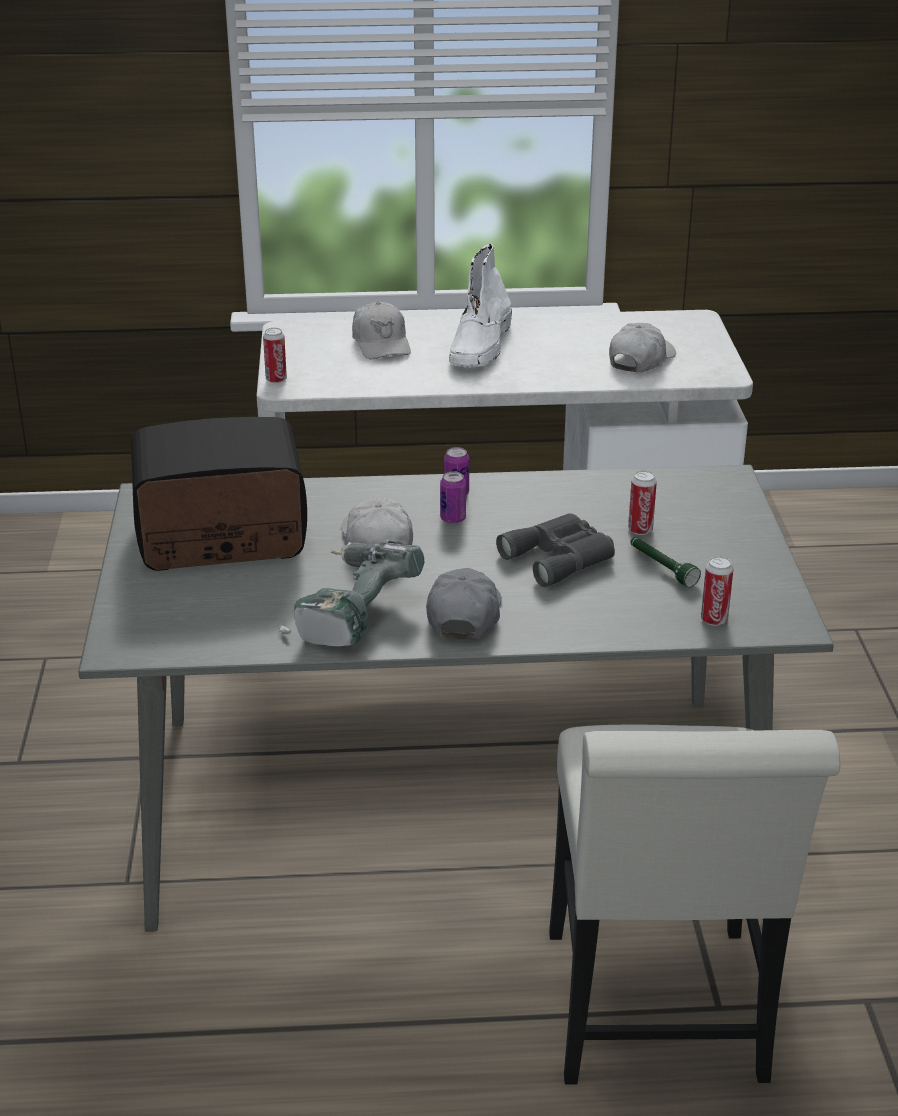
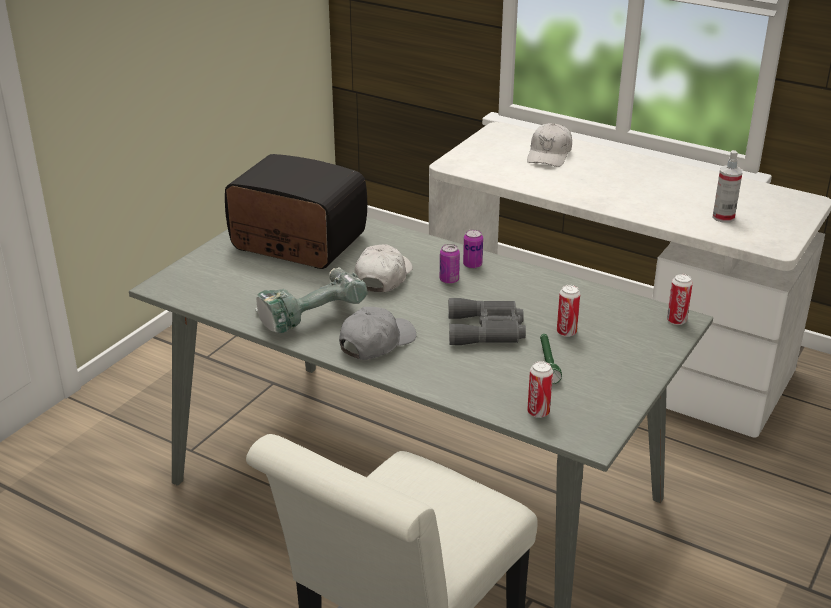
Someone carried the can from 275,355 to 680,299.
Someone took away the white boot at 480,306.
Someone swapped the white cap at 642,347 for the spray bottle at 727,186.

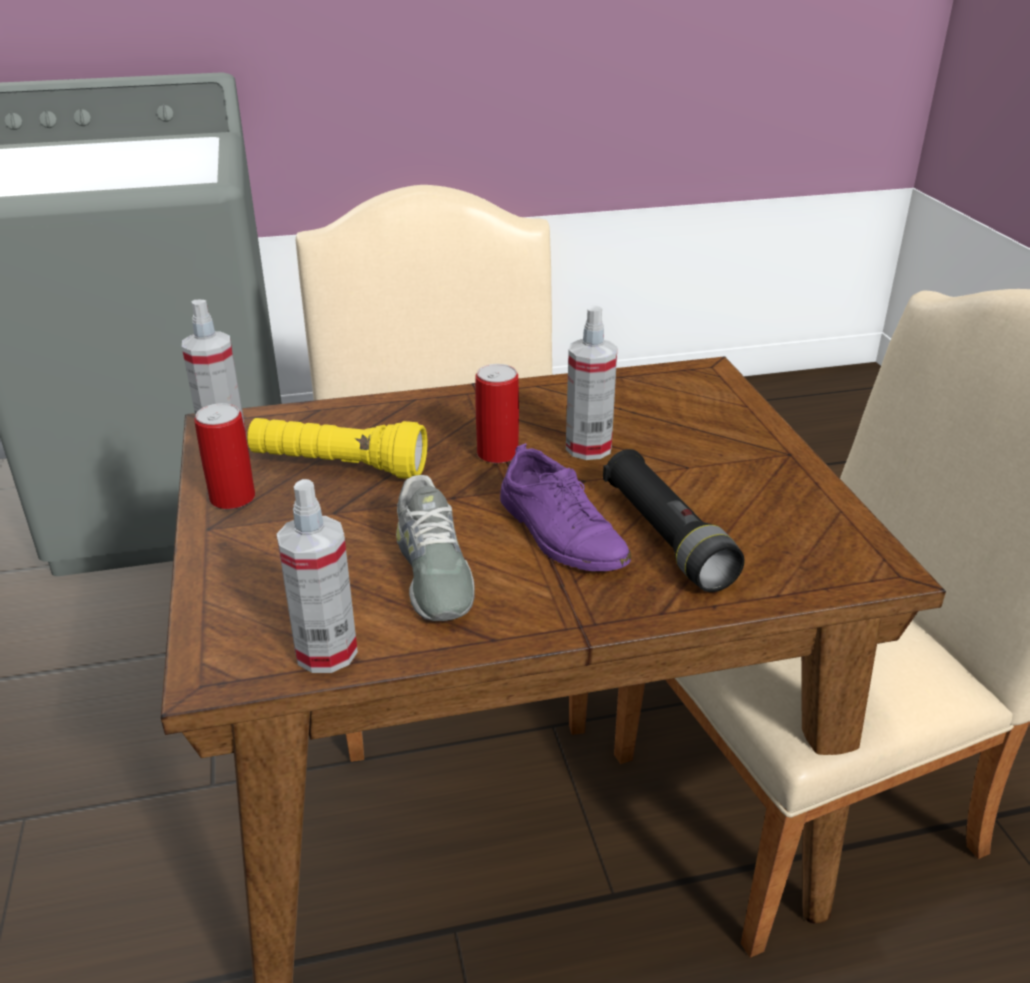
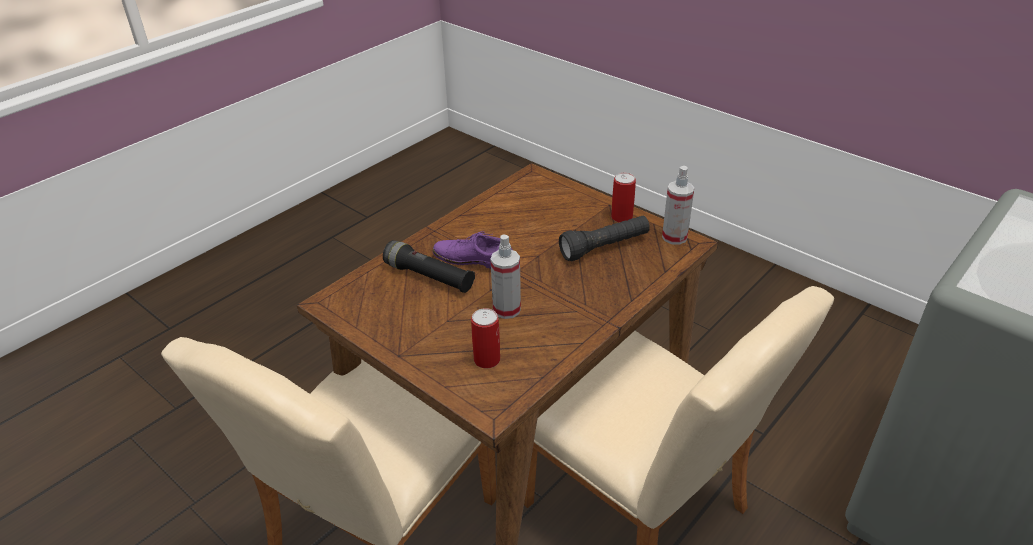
Someone repainted the yellow flashlight at 337,448, which became the black flashlight at 604,238.
Someone took away the spray bottle at 317,576.
Someone took away the grey shoe at 435,548.
Someone carried the can from 497,413 to 485,338.

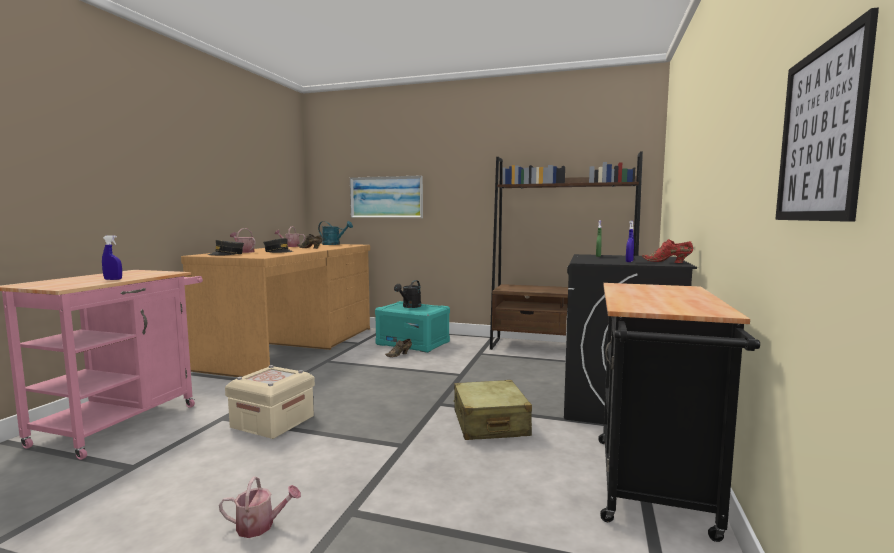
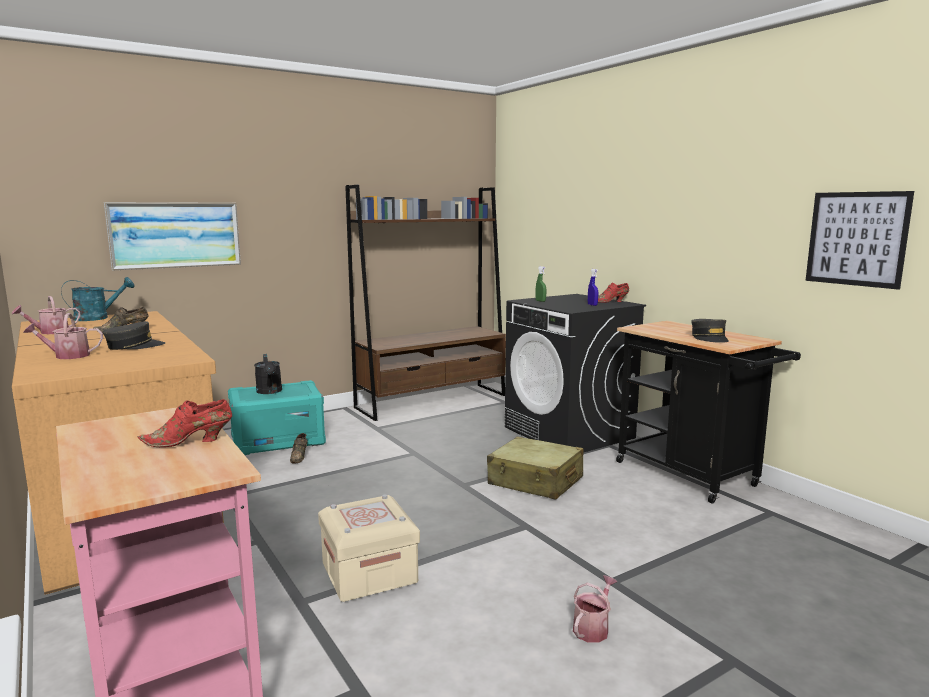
Someone swapped the blue spray bottle at 112,257 for the red shoe at 185,423.
Someone carried the grey cap from 226,247 to 710,331.

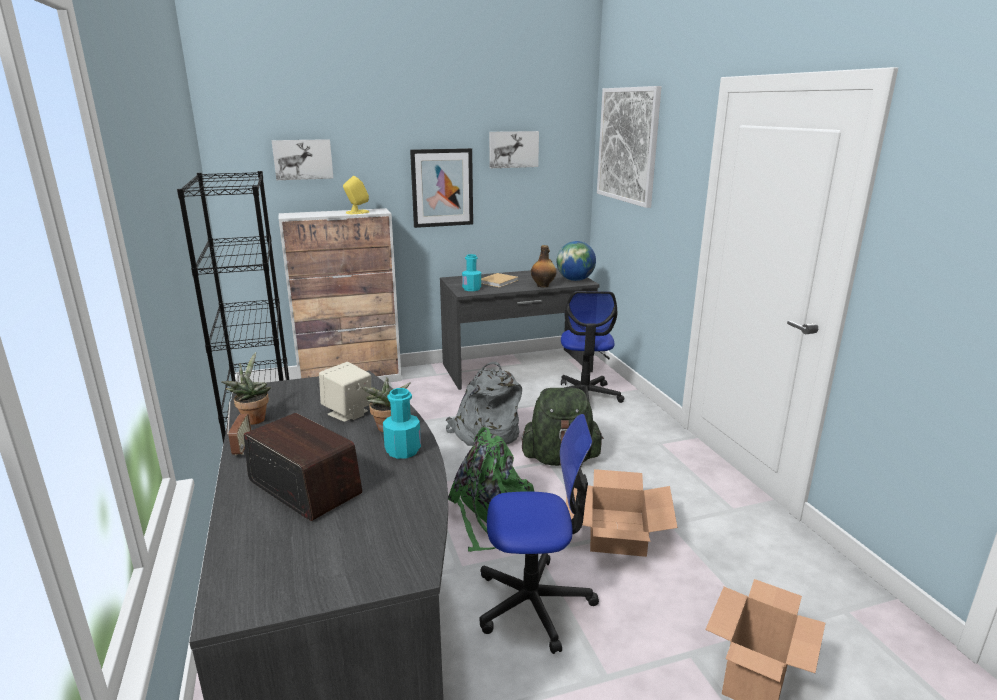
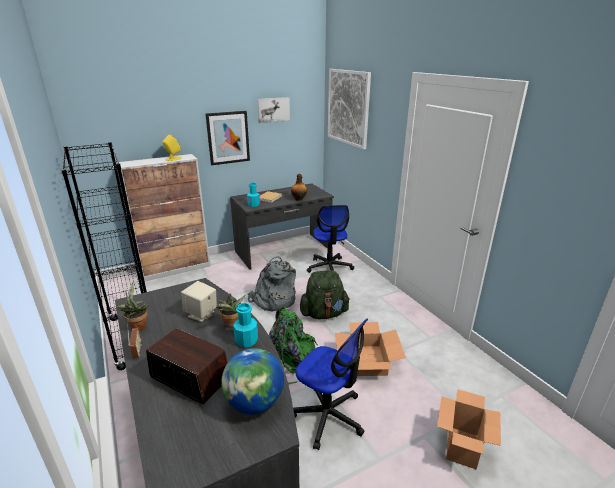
Someone took away the picture at 303,159.
Someone rotated the office chair at 539,534 by 45 degrees clockwise.
Someone carried the globe from 576,261 to 252,381.

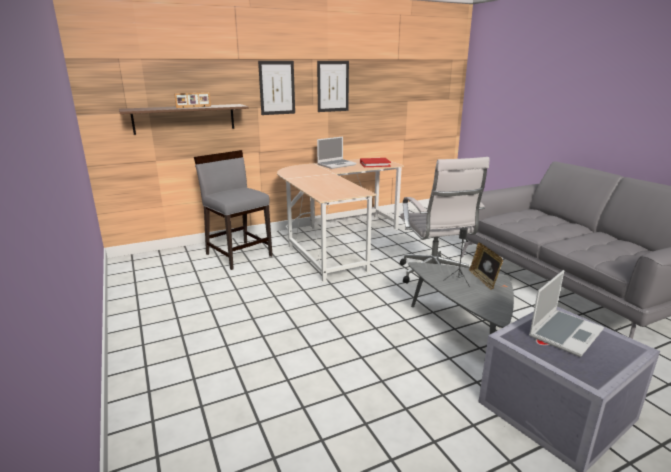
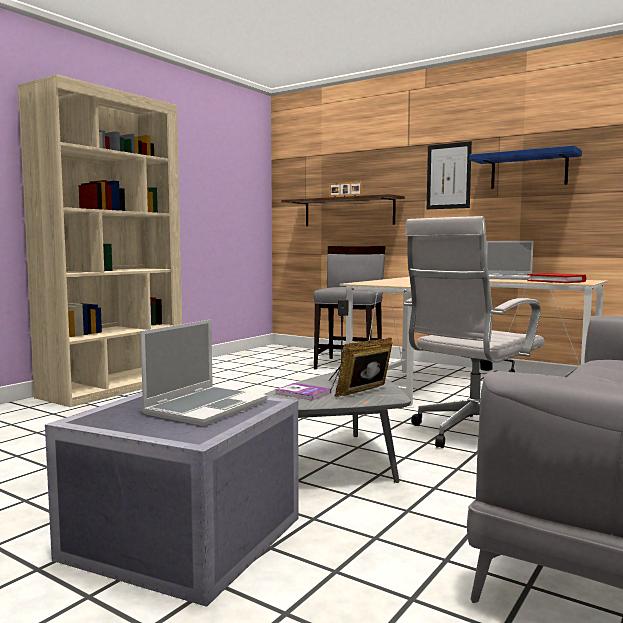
Someone swapped the picture at 333,86 for the blue shelf at 525,167.
Someone rotated the laptop at 566,313 by 75 degrees counterclockwise.
Someone put down the beige bookcase at 100,240.
Someone put down the book at 303,392.

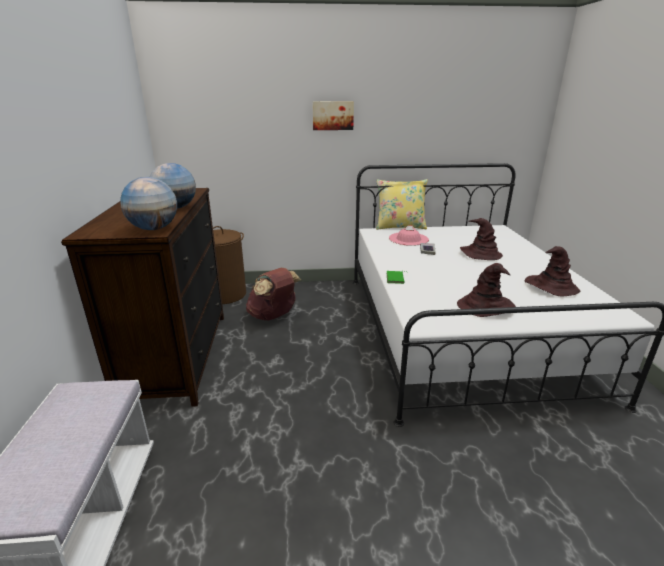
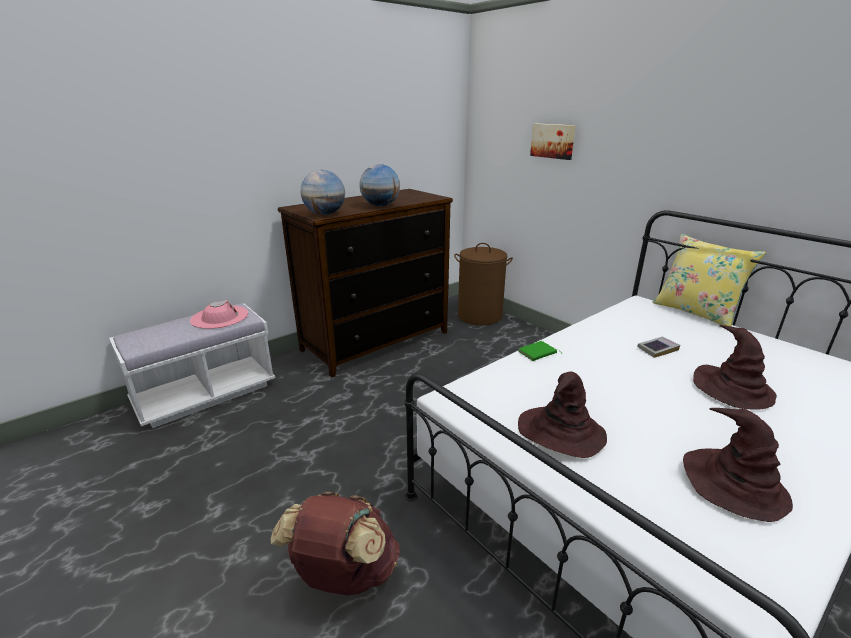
Someone carried the brown backpack from 273,294 to 335,543.
Someone carried the picture from 333,115 to 553,141.
Someone carried the pink hat from 409,235 to 219,314.

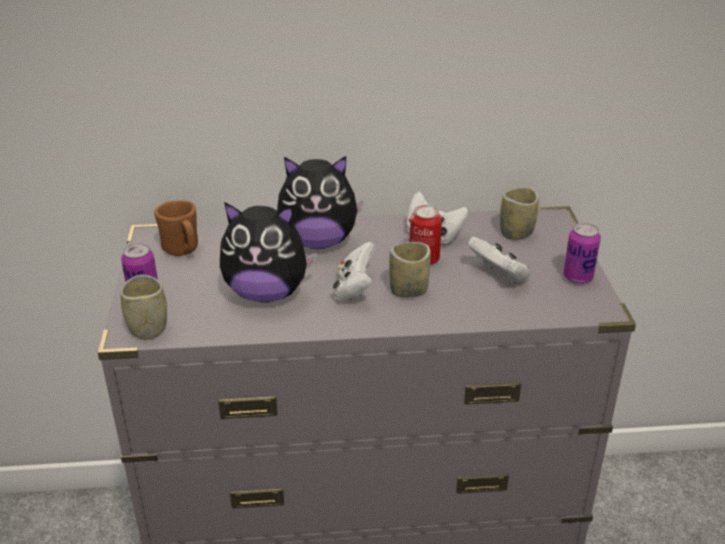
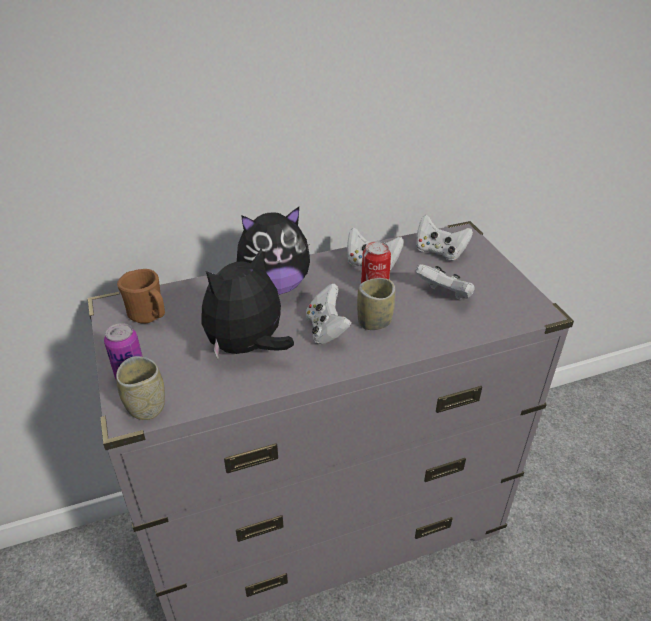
Someone rotated the plush toy at 268,252 by 150 degrees clockwise.
Someone swapped the cup at 519,213 for the white game controller at 444,238.
Someone took away the can at 582,253.

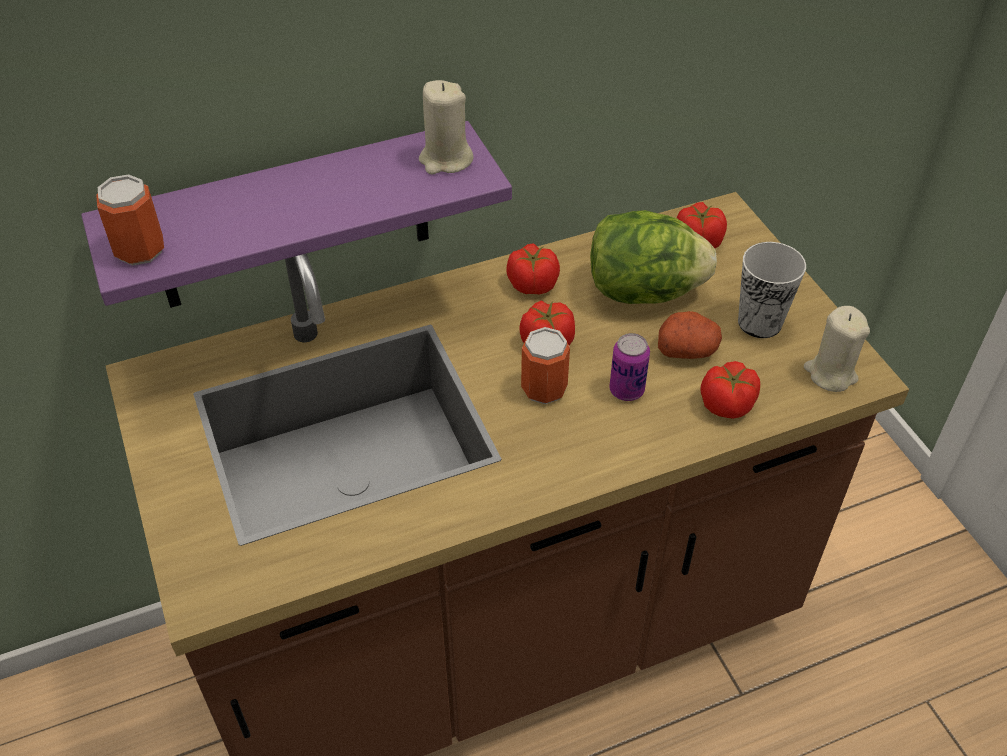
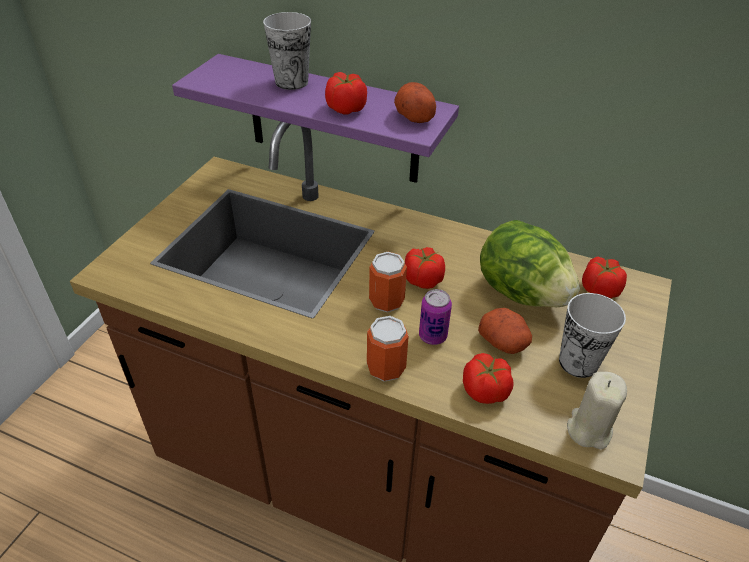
Someone carried the can from 130,220 to 388,349.
Someone swapped the beige candle at 446,127 for the potato at 415,102.
Someone carried the tomato from 533,268 to 346,93.
Someone put down the cup at 287,51.

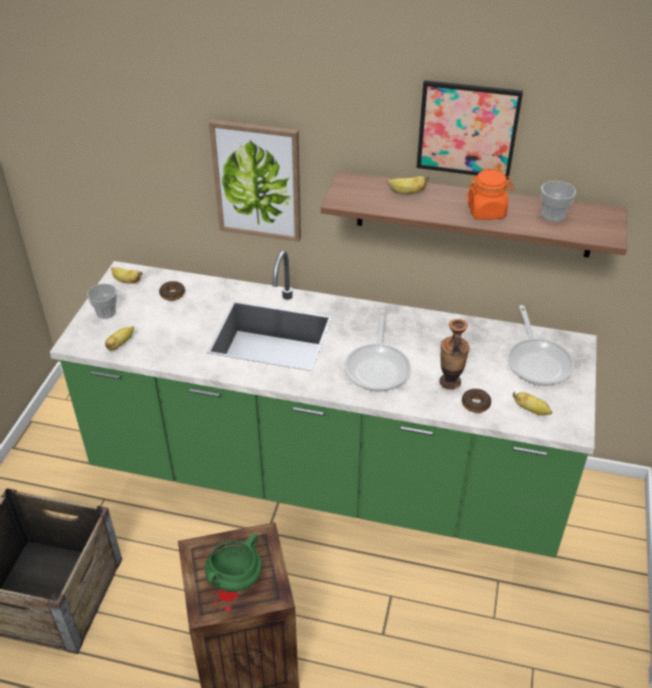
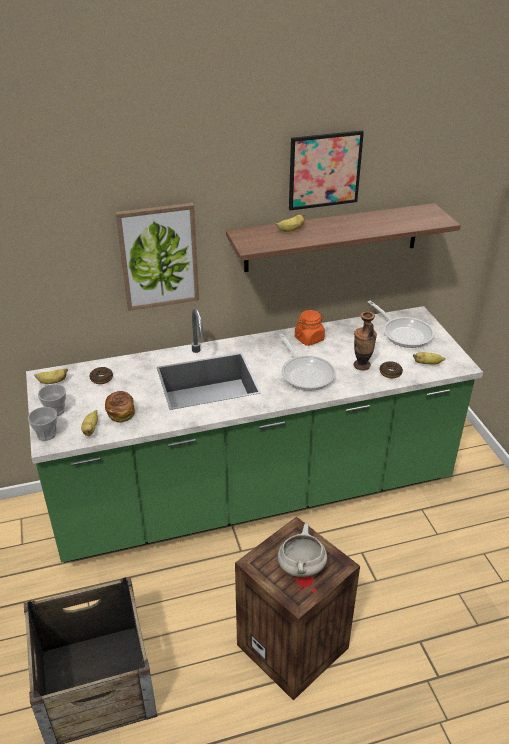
Someone repainted the green cooking pot at 233,563, which became the white cooking pot at 302,550.
Someone carried the orange jar from 490,195 to 310,328.
Someone carried the cup from 558,201 to 42,424.
Someone put down the bread at 120,407.

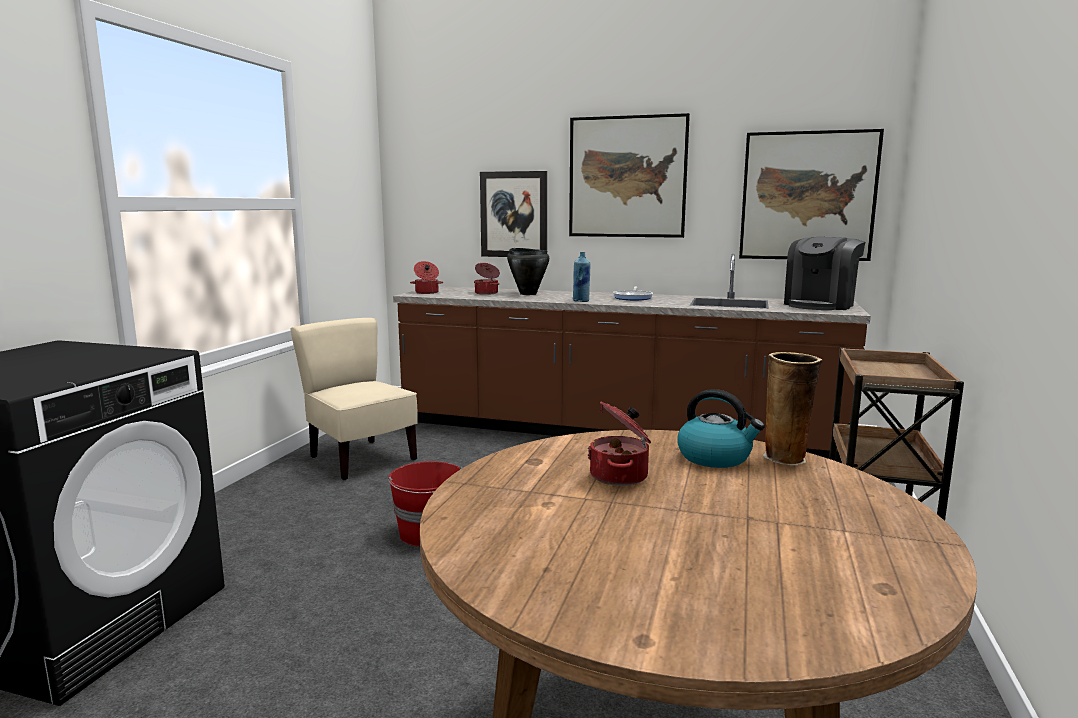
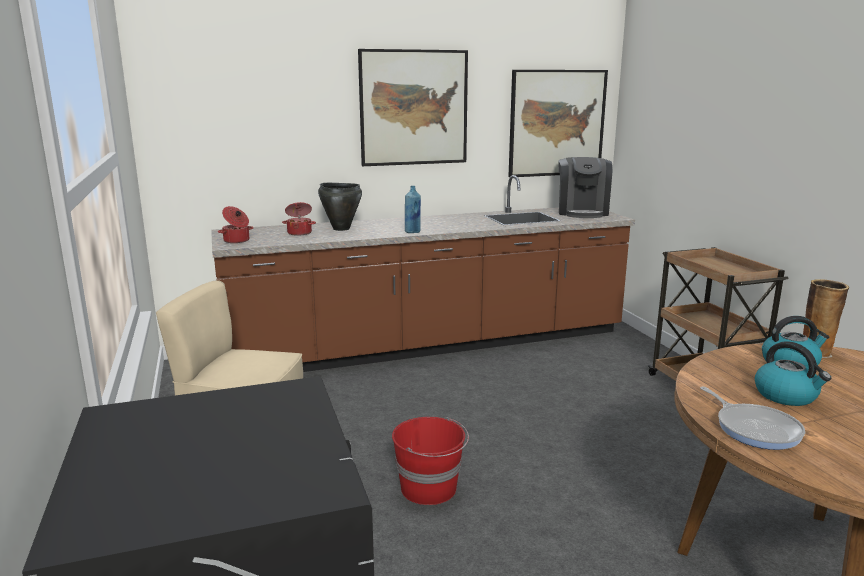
Someone took away the picture at 513,214.
Someone swapped the cooking pot at 619,444 for the kettle at 793,373.
Someone carried the frying pan from 633,293 to 752,418.

